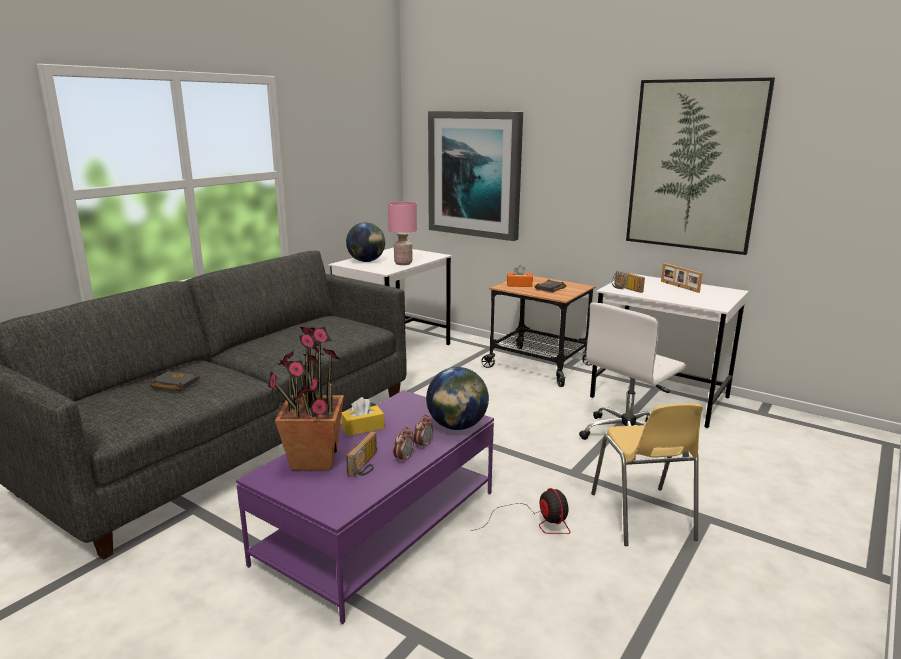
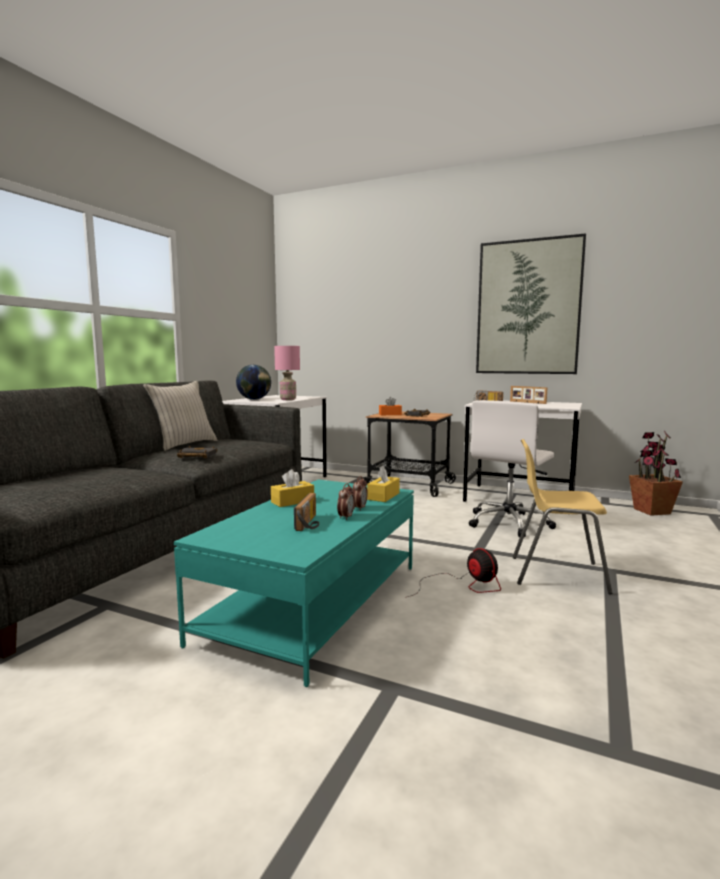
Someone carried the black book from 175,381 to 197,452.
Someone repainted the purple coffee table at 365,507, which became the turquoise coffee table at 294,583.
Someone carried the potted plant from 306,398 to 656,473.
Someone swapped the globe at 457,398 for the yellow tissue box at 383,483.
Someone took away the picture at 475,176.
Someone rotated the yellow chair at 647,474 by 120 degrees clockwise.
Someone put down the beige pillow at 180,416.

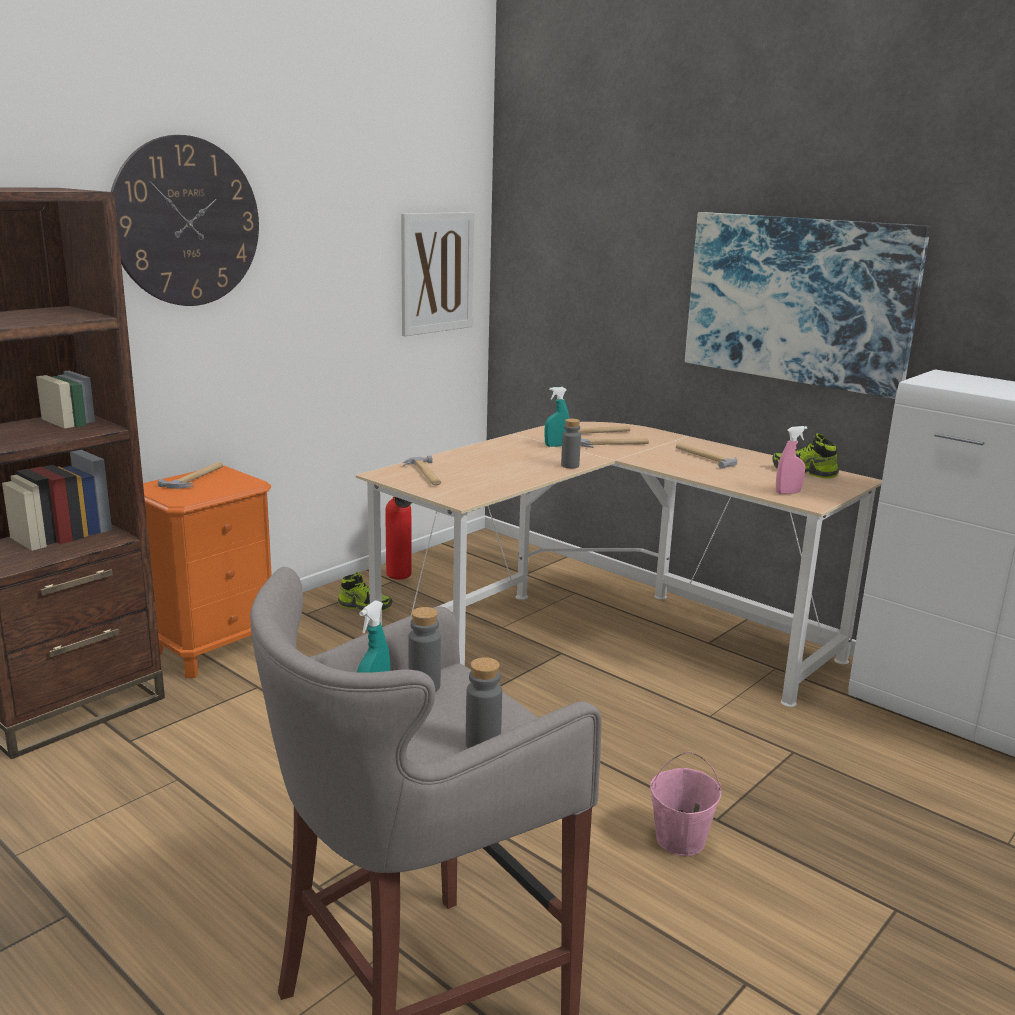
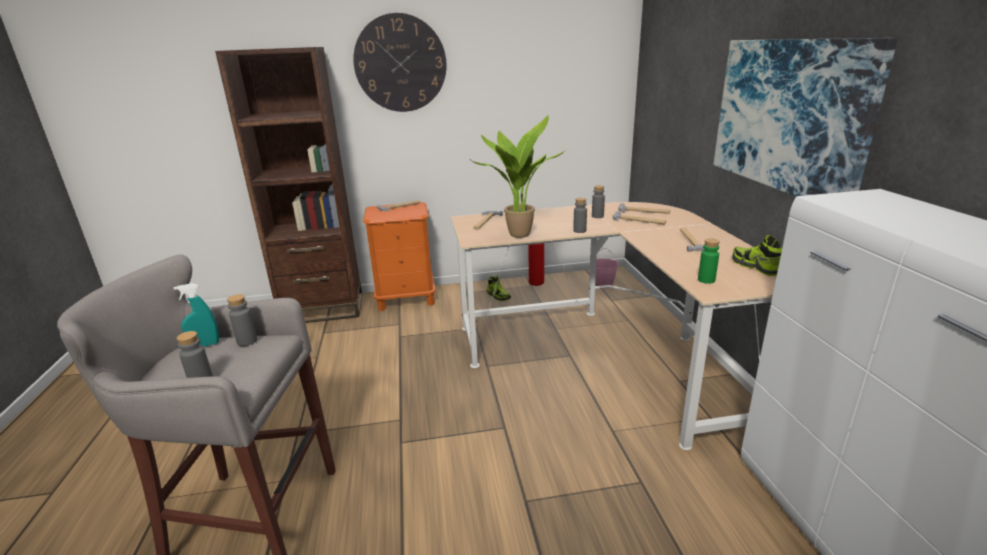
Someone took away the picture at 437,274.
Someone swapped the turquoise spray bottle at 556,417 for the grey bottle at 598,201.
Someone carried the pink bucket from 685,803 to 607,267.
Someone swapped the pink spray bottle at 791,460 for the green bottle at 709,261.
Someone put down the potted plant at 518,176.

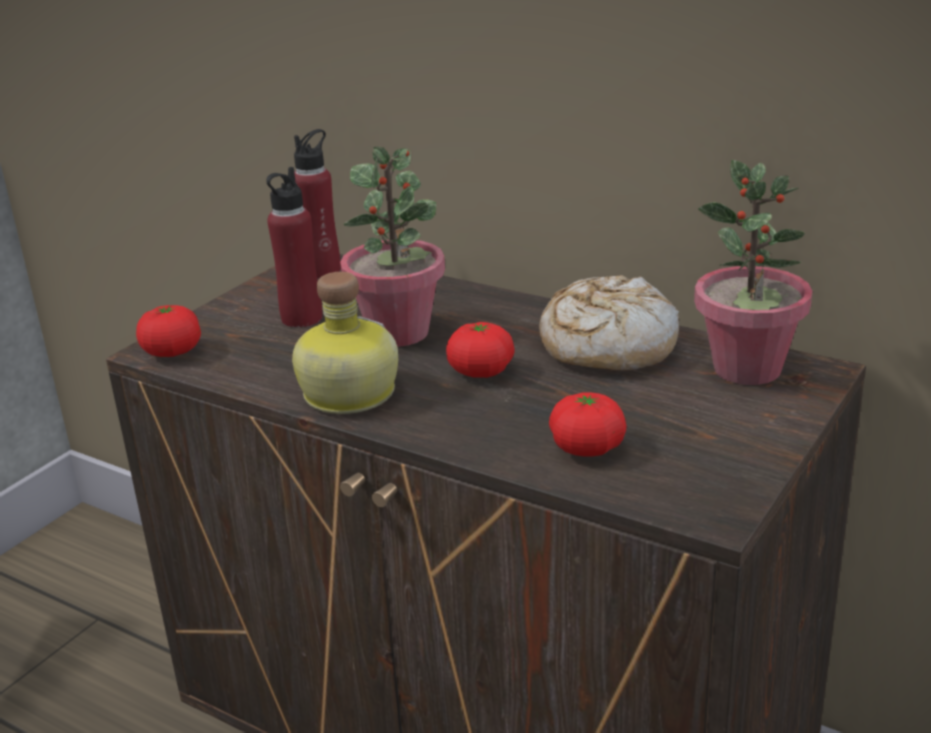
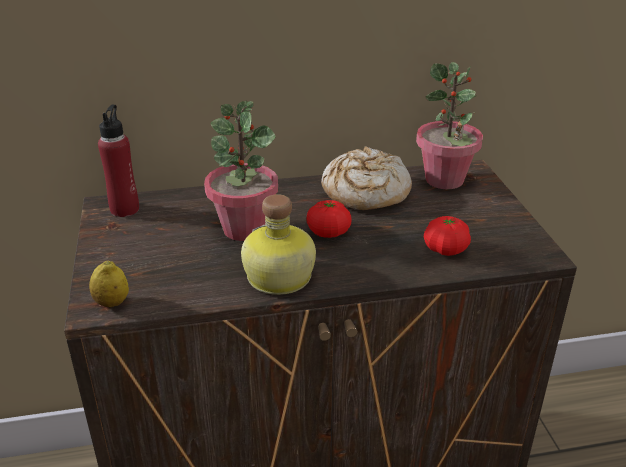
Someone swapped the tomato at 168,331 for the lemon at 109,283.
Someone took away the red bottle at 294,247.

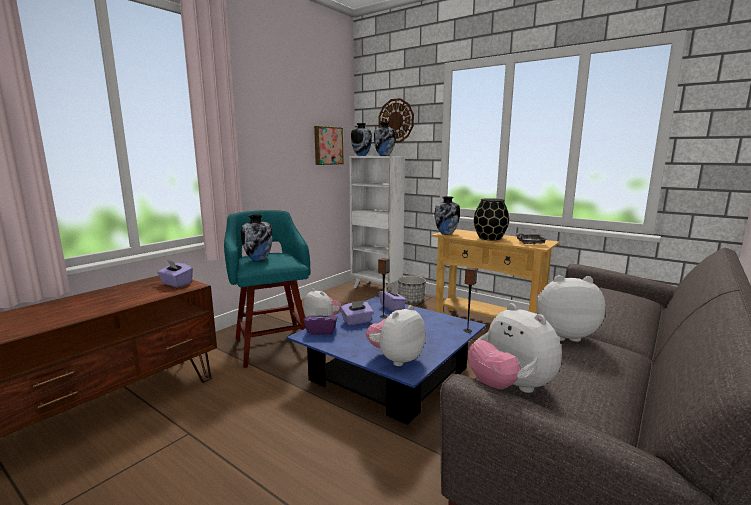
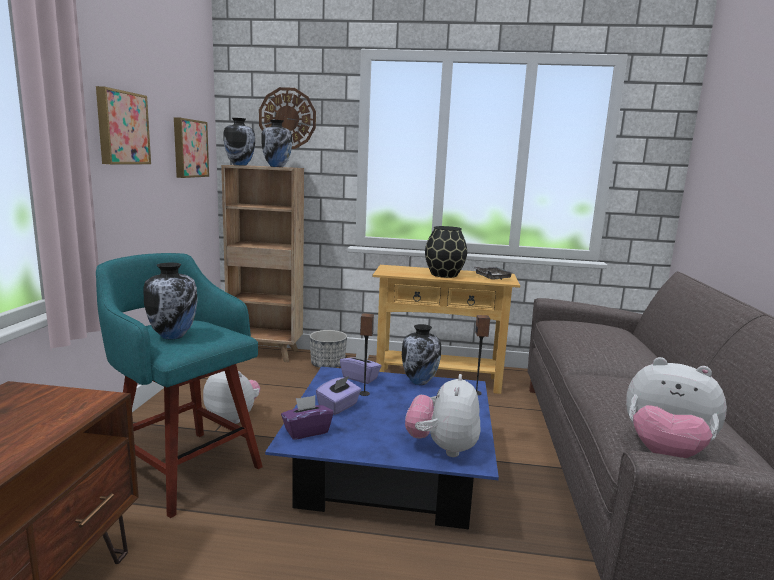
Someone took away the purple tissue box at 175,273.
Someone repainted the white bookcase at 377,224, which became the brown bookcase at 262,264.
Someone carried the vase from 447,215 to 421,354.
Someone took away the plush toy at 571,308.
Someone put up the picture at 123,125.

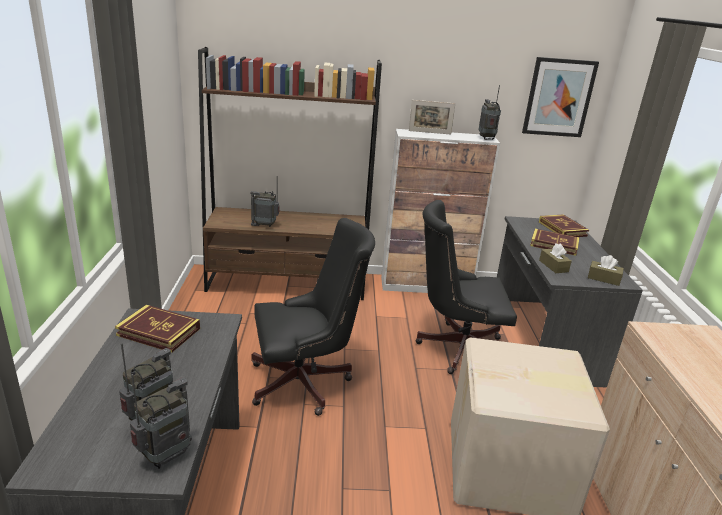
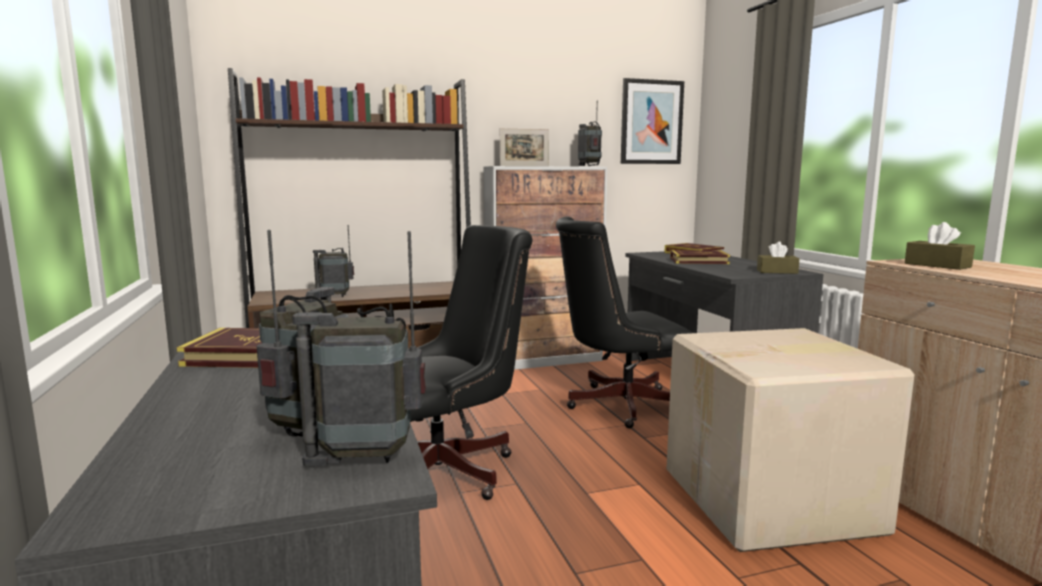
Someone rotated the radio at 161,421 by 120 degrees counterclockwise.
Someone carried the brown tissue box from 555,258 to 940,246.

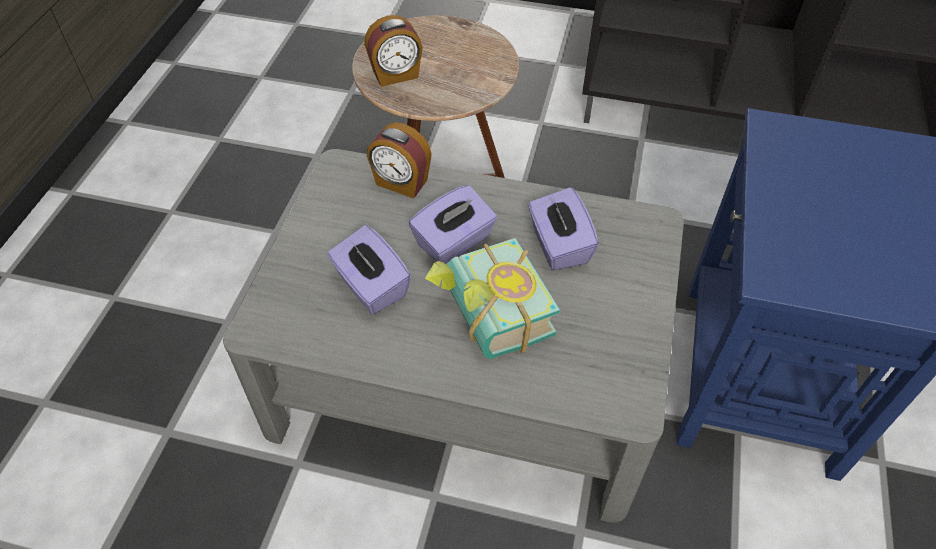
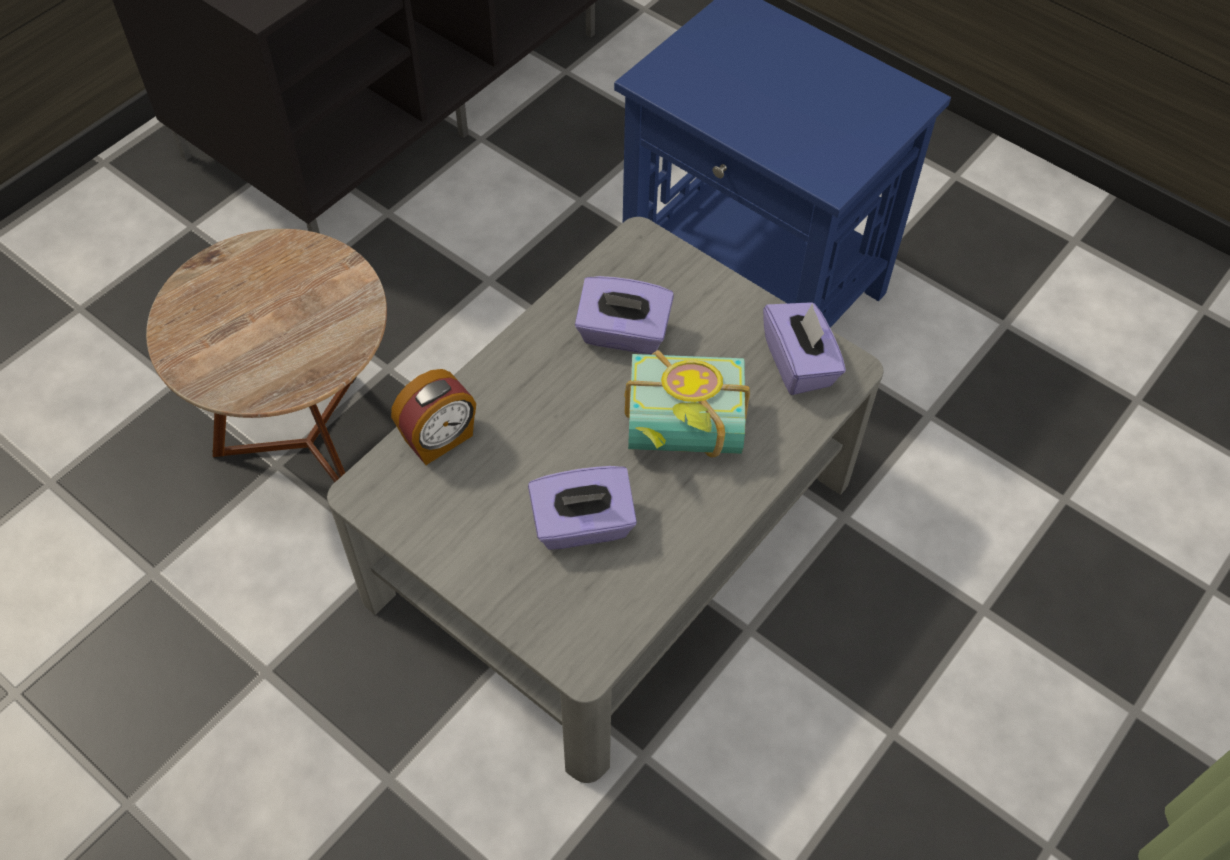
Someone took away the alarm clock at 393,51.
Someone carried the purple tissue box from 453,224 to 804,348.

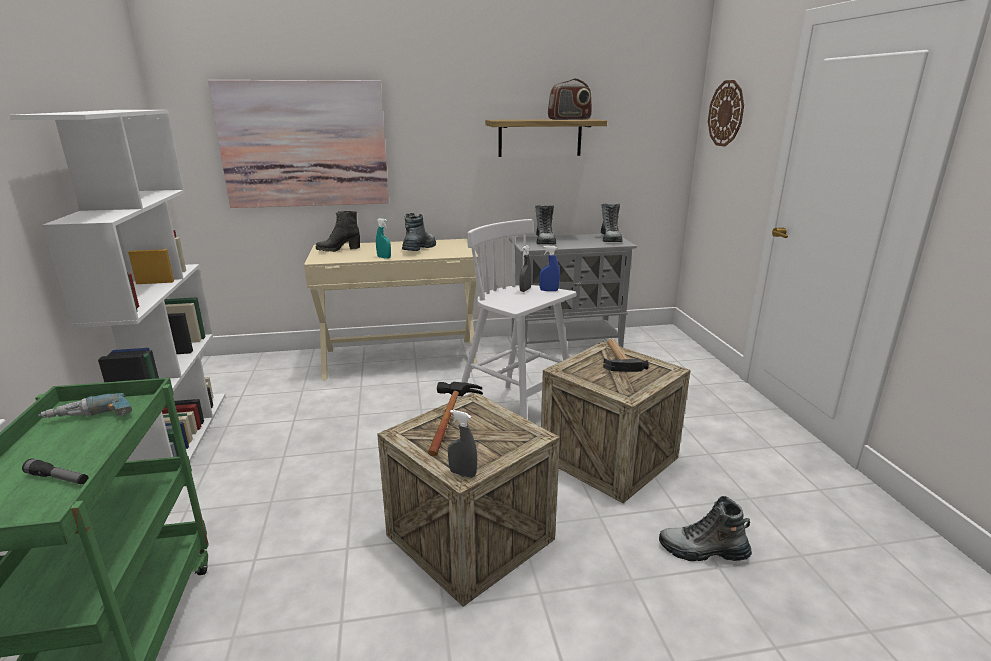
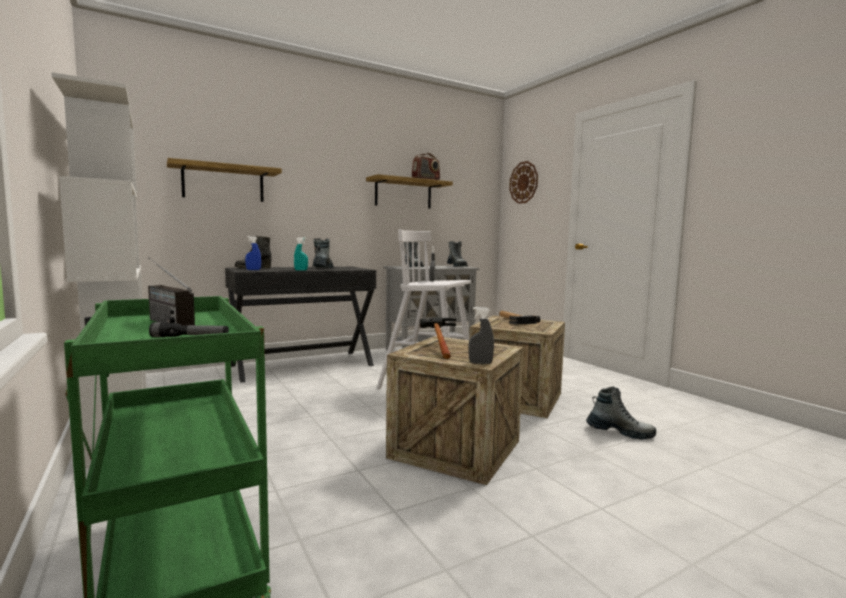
Someone swapped the power drill at 85,405 for the radio at 171,291.
Someone swapped the picture at 298,144 for the shelf at 224,180.
Someone repainted the beige desk at 391,310, which became the black desk at 300,325.
Someone carried the blue spray bottle from 549,268 to 253,253.
Someone rotated the boot at 705,528 by 150 degrees counterclockwise.

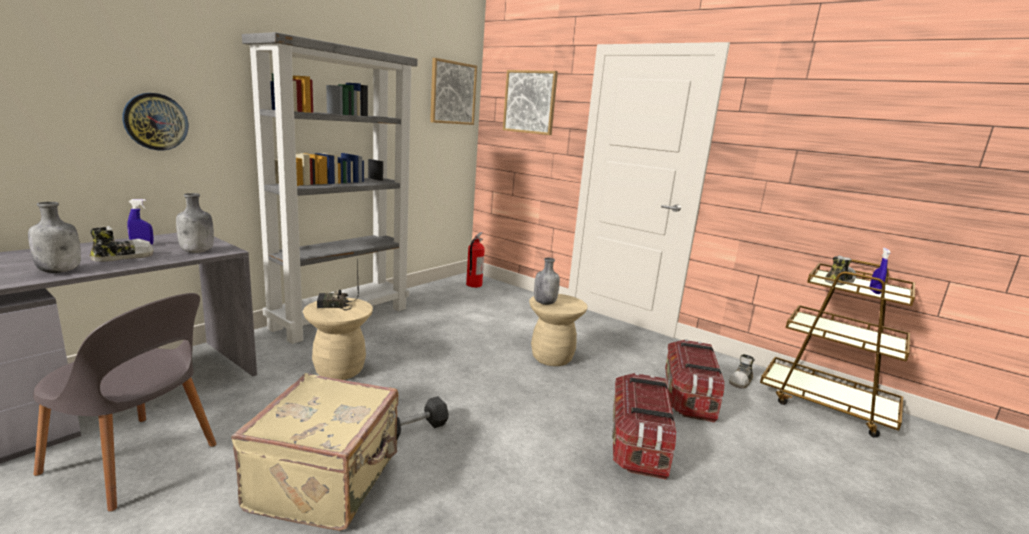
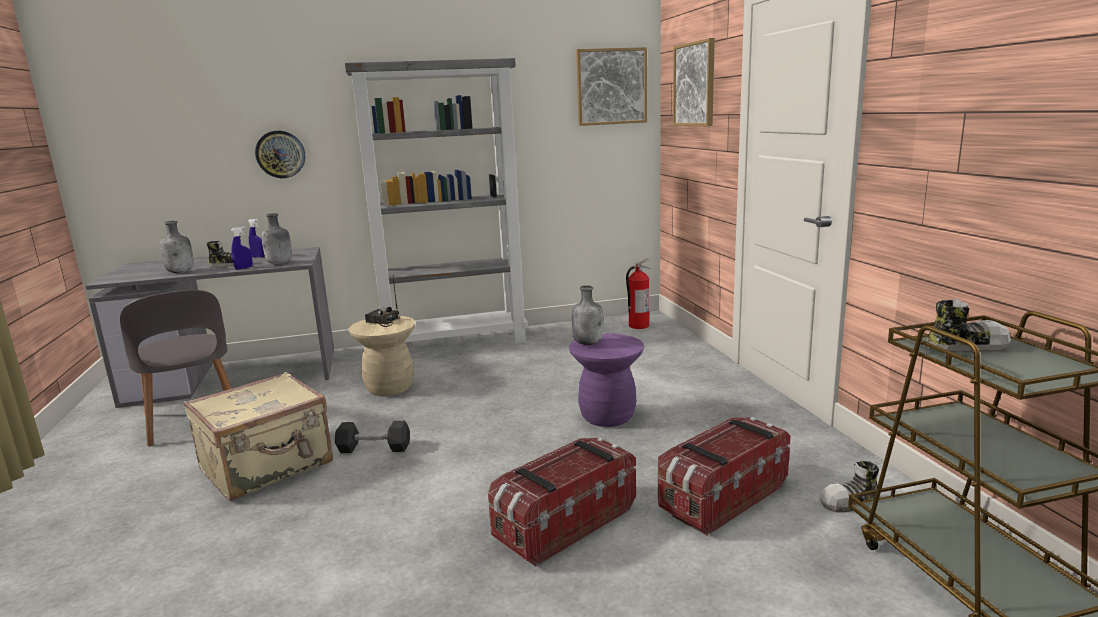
Someone repainted the beige stool at 558,330, which became the purple stool at 606,380.
Someone carried the blue spray bottle from 880,271 to 242,248.

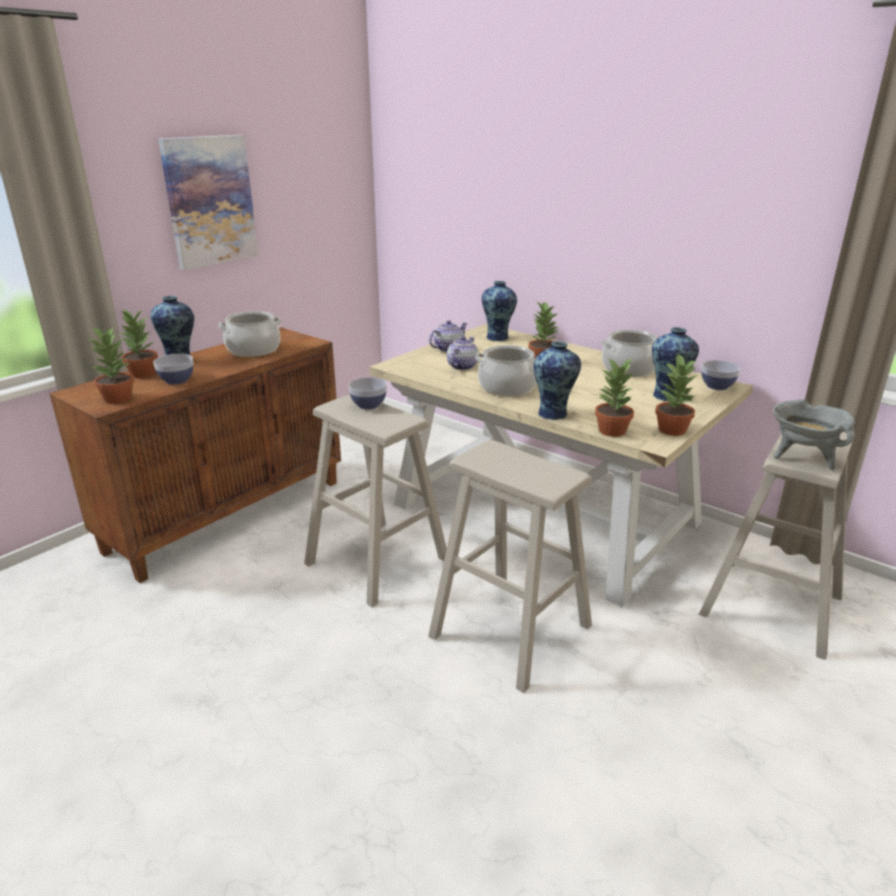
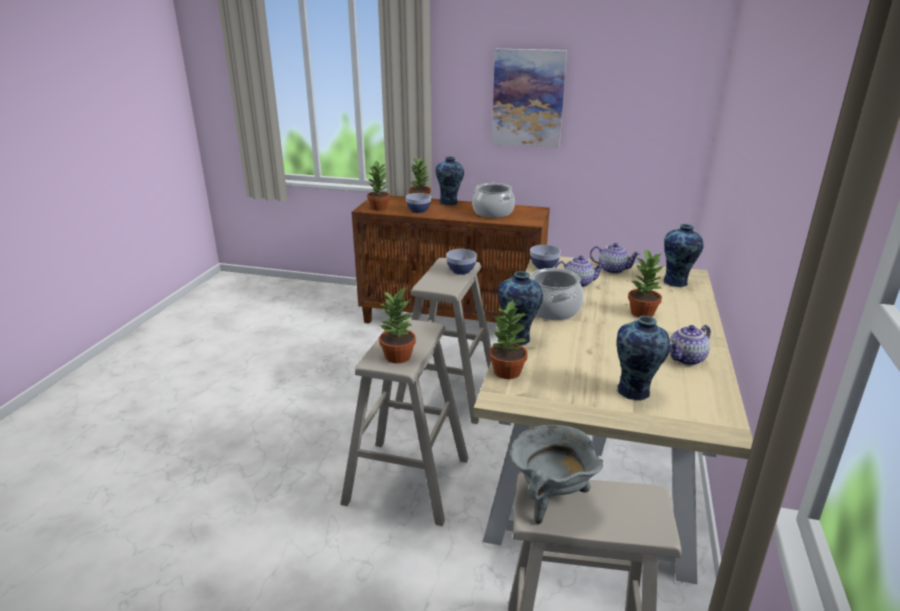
Someone swapped the cooking pot at 630,353 for the teapot at 690,345.
Someone carried the potted plant from 676,394 to 397,325.
Someone carried the bowl from 721,375 to 545,257.

